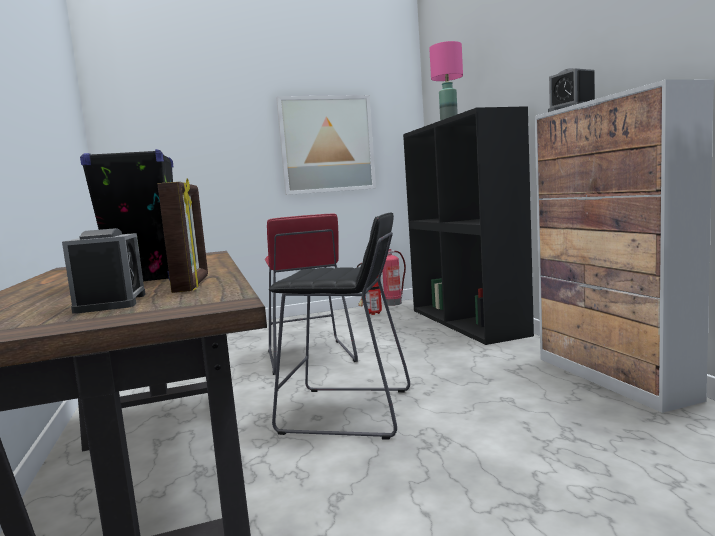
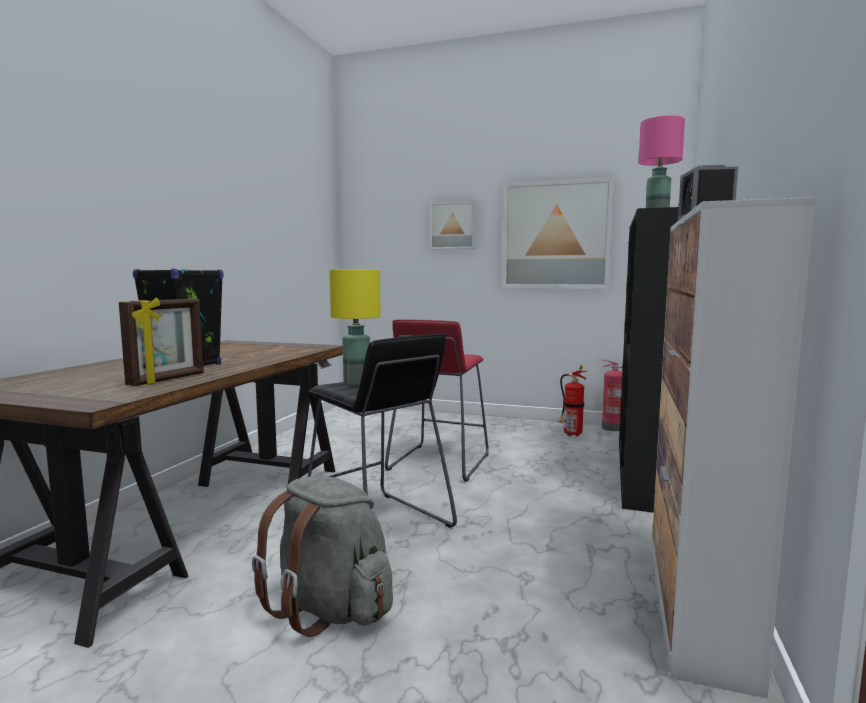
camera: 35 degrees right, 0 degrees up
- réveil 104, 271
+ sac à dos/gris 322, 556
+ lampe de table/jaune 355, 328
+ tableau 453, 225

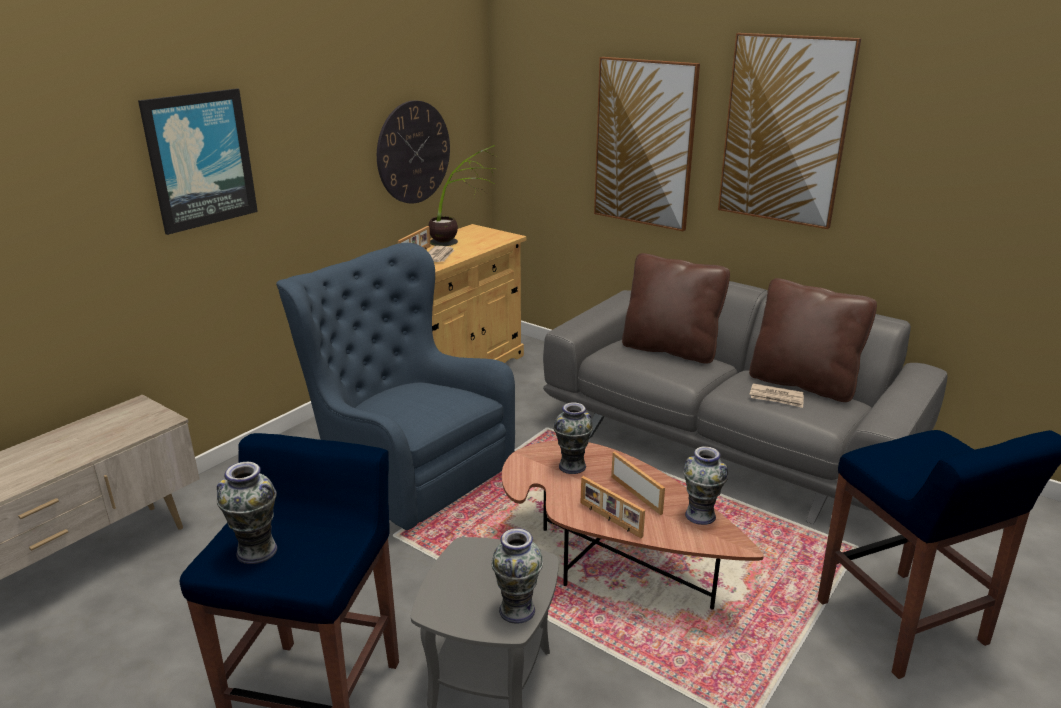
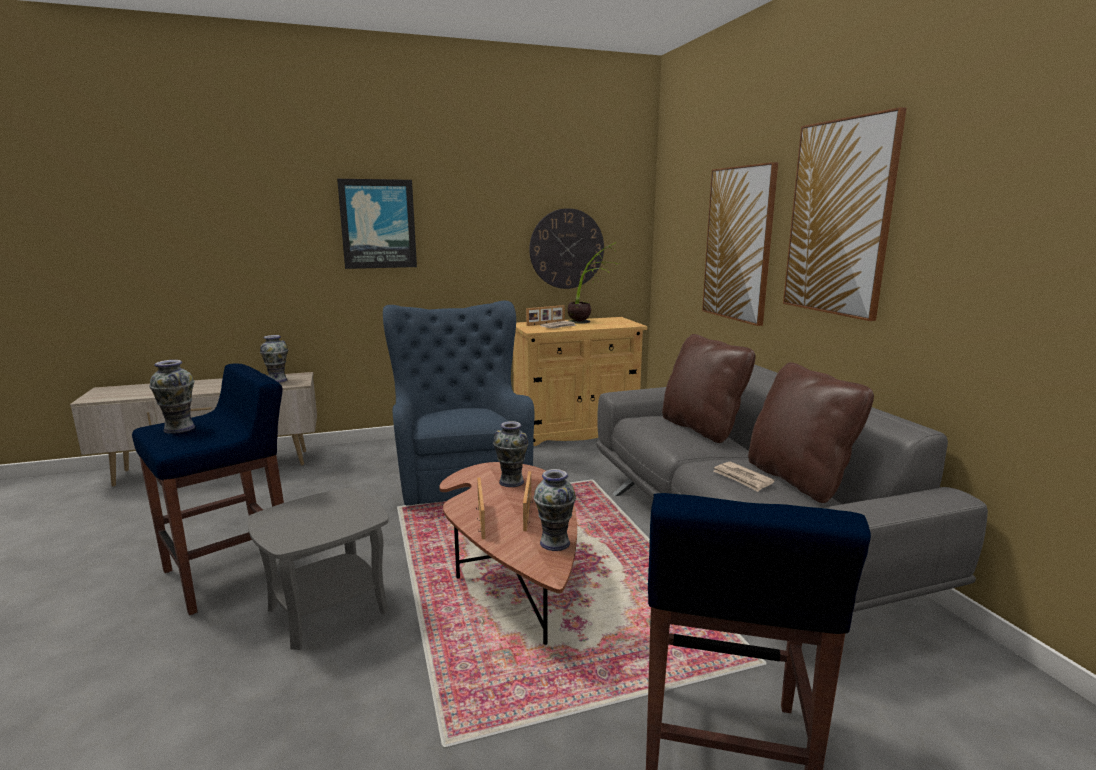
camera: 35 degrees right, 10 degrees down
~ vase 517, 576 to 274, 359

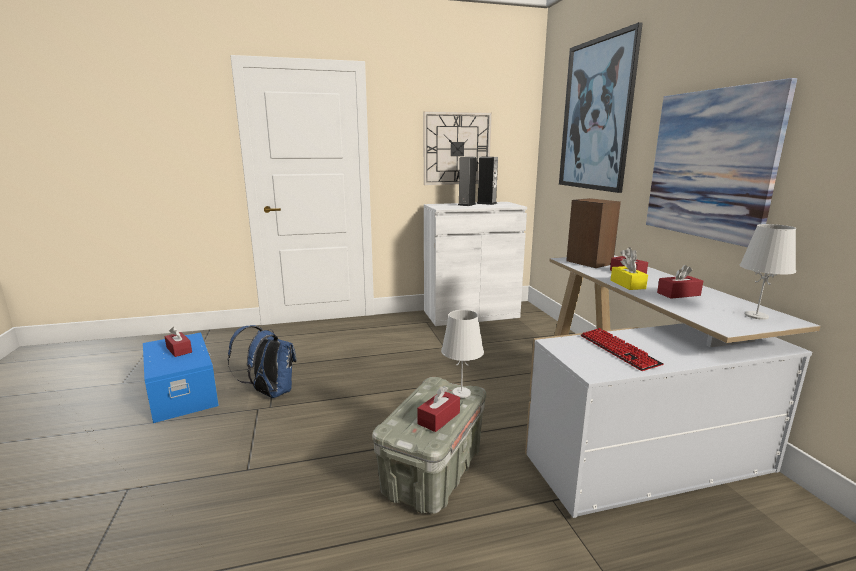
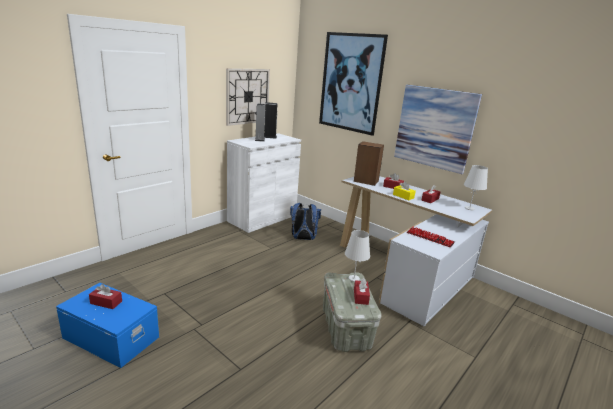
camera: 35 degrees left, 5 degrees up
~ sac à dos/bleu 262, 361 to 305, 221

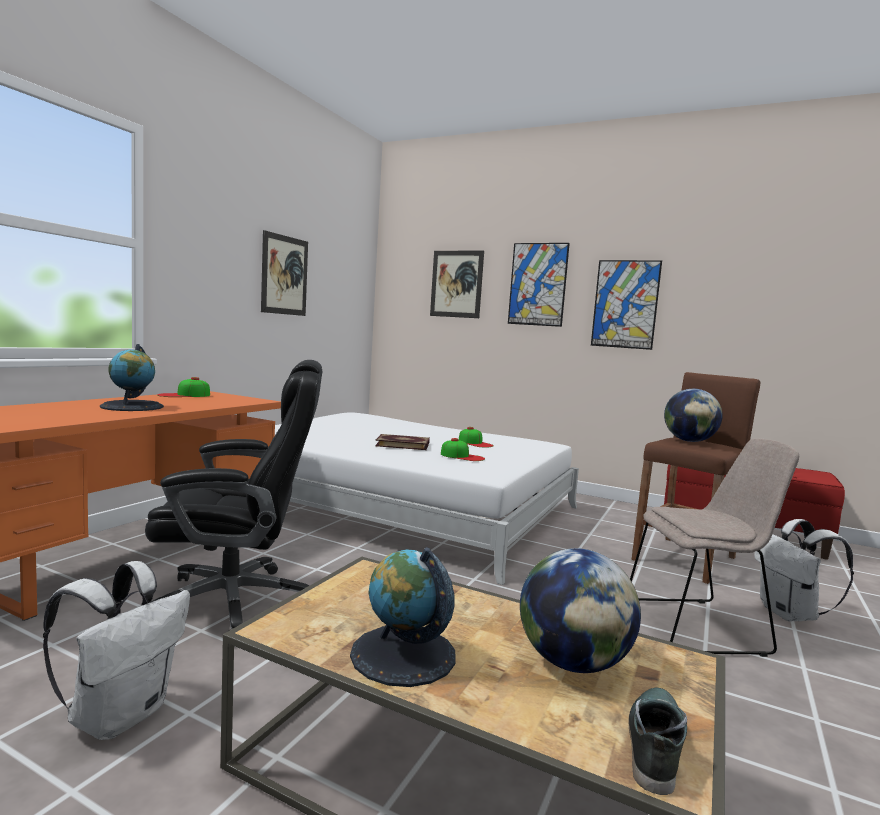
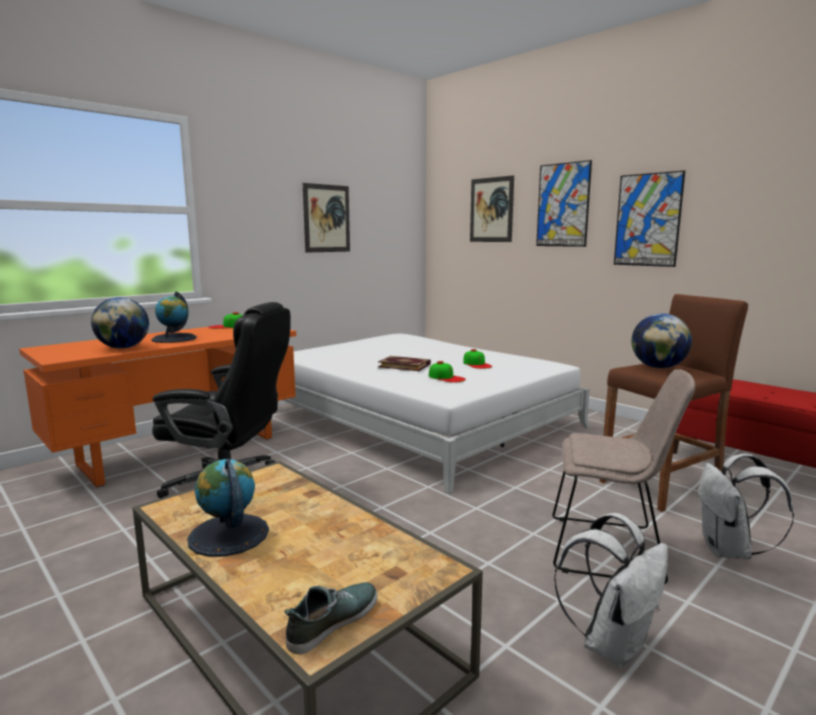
camera: 20 degrees right, 5 degrees up
~ sac à dos/blanc 116, 650 to 611, 590
~ globe 580, 610 to 120, 323

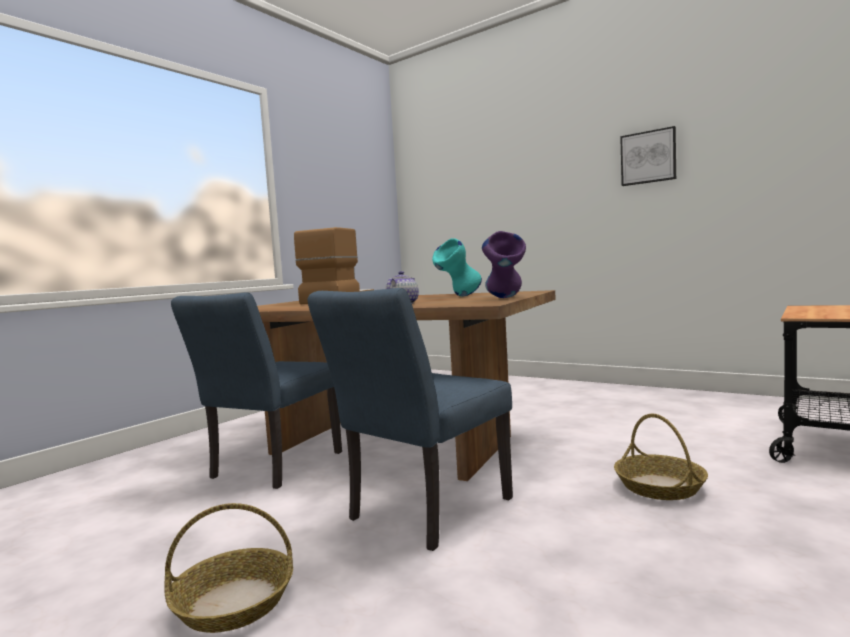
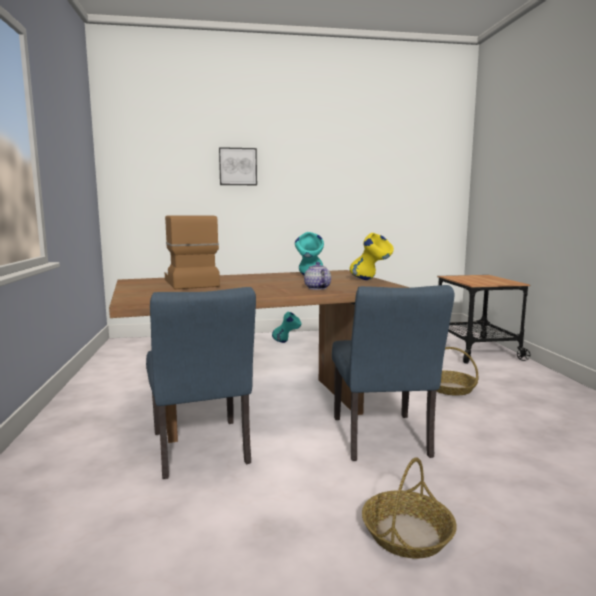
camera: 45 degrees left, 5 degrees up
~ vase/violet 504, 264 to vase/jaune 372, 256
~ tableau 648, 156 to 238, 166
+ vase/turquoise 287, 327

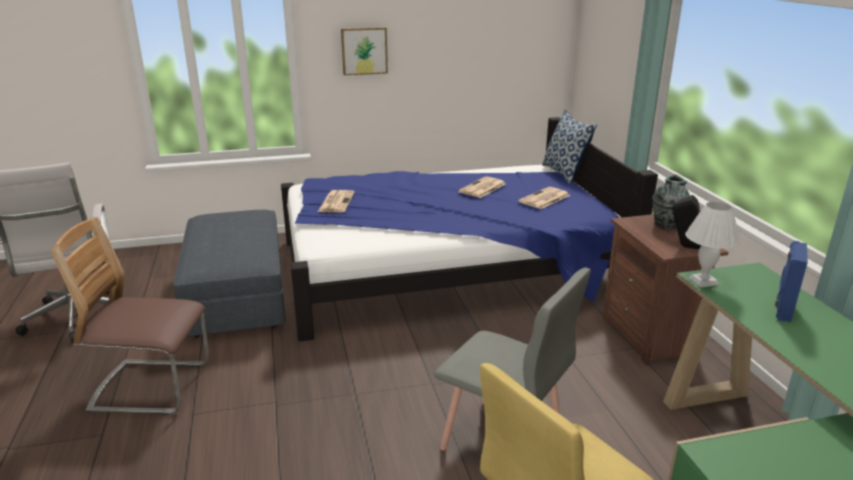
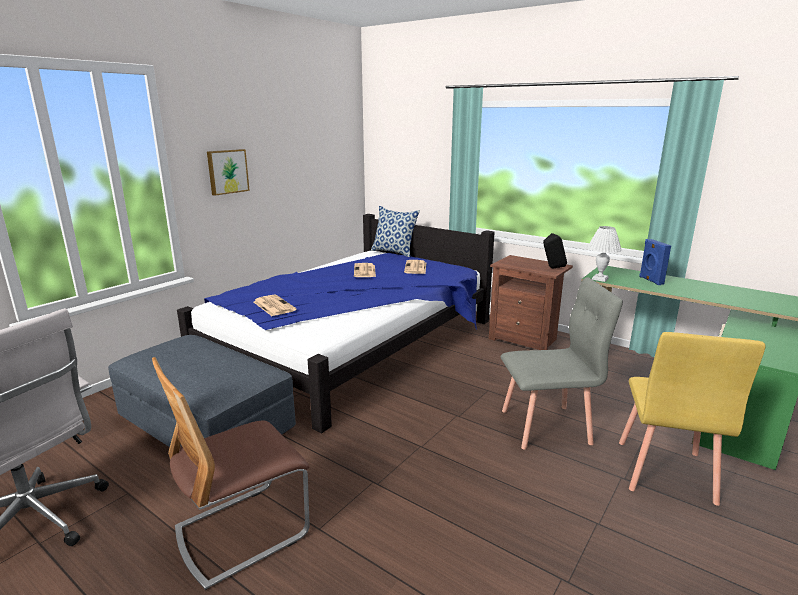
camera: 40 degrees left, 5 degrees down
- vase 671, 201

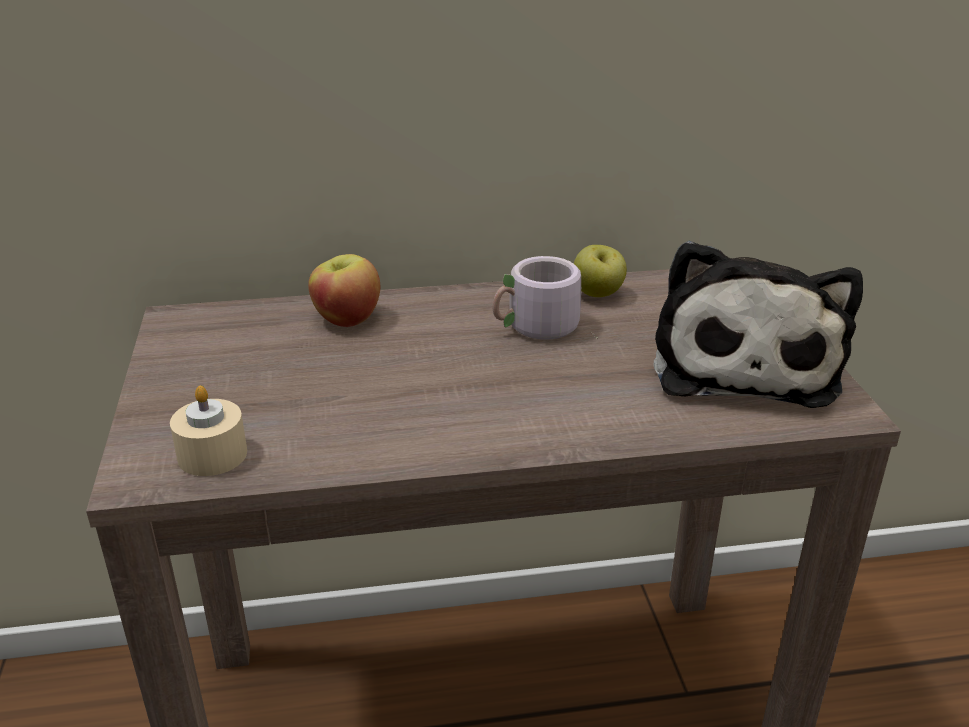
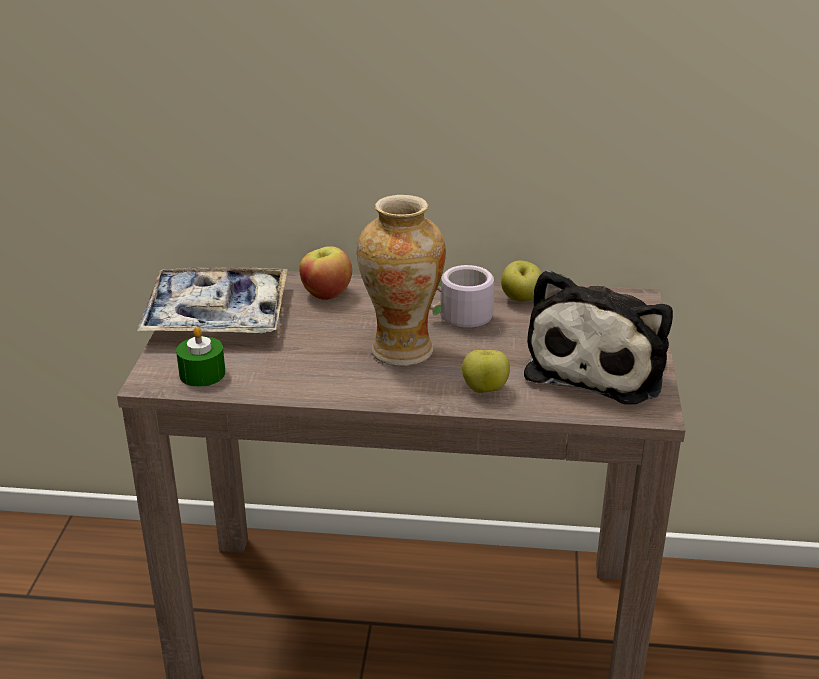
camera: 15 degrees right, 0 degrees up
~ bougie/beige 208, 431 to bougie/vert 200, 357
+ plateau 212, 300
+ vase 401, 280
+ pomme 486, 371

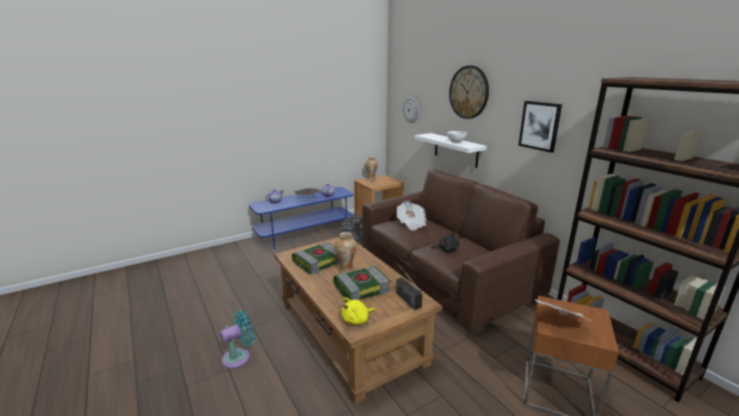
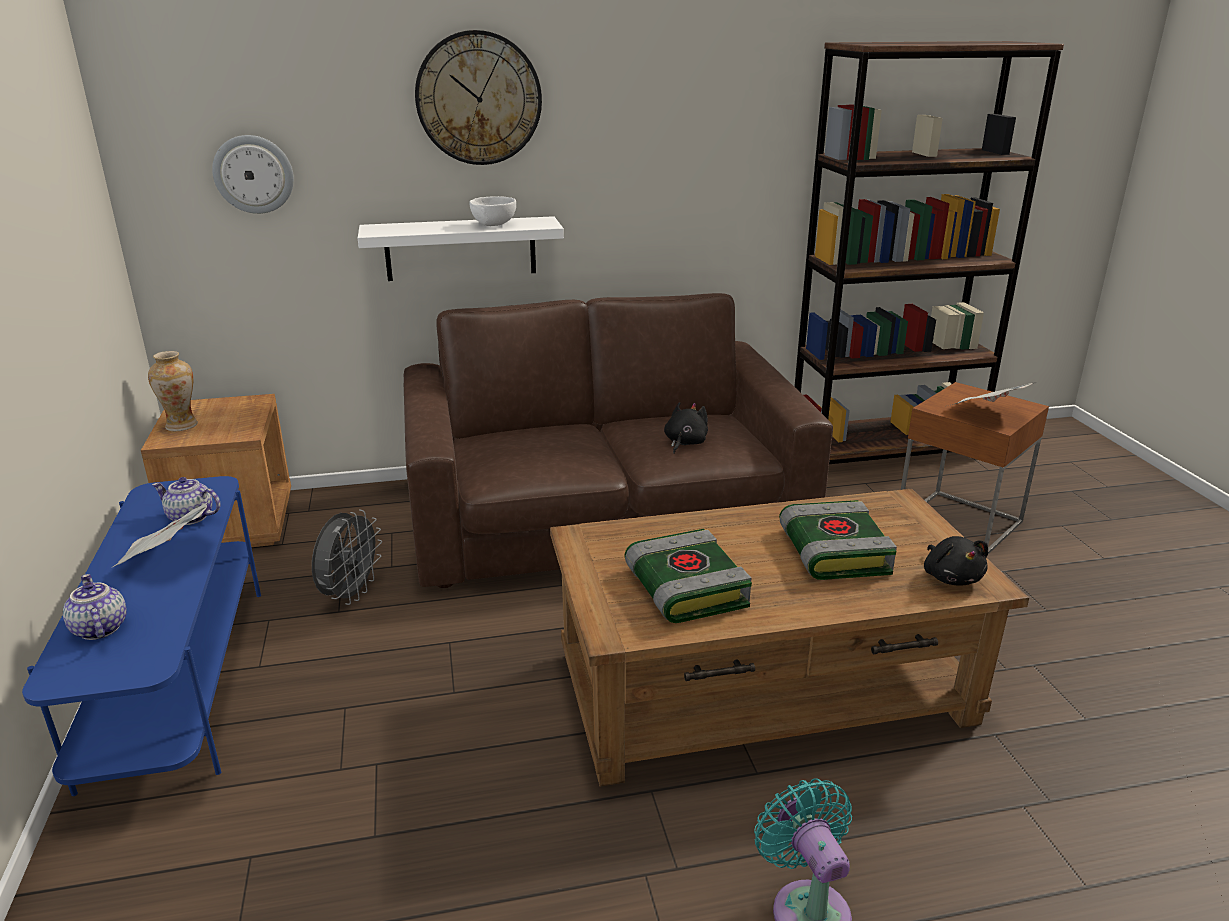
camera: 70 degrees left, 5 degrees up
- vase 346, 253
~ peluche/jaune 358, 311 to peluche/noir 956, 561
- radio 407, 284
- journal 411, 216
- tableau 540, 127

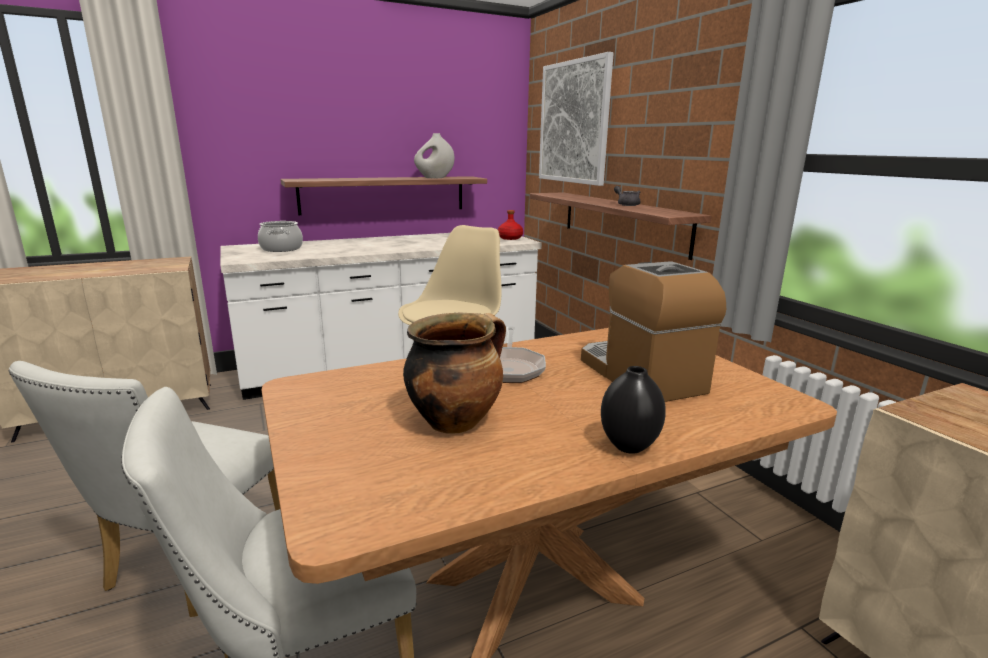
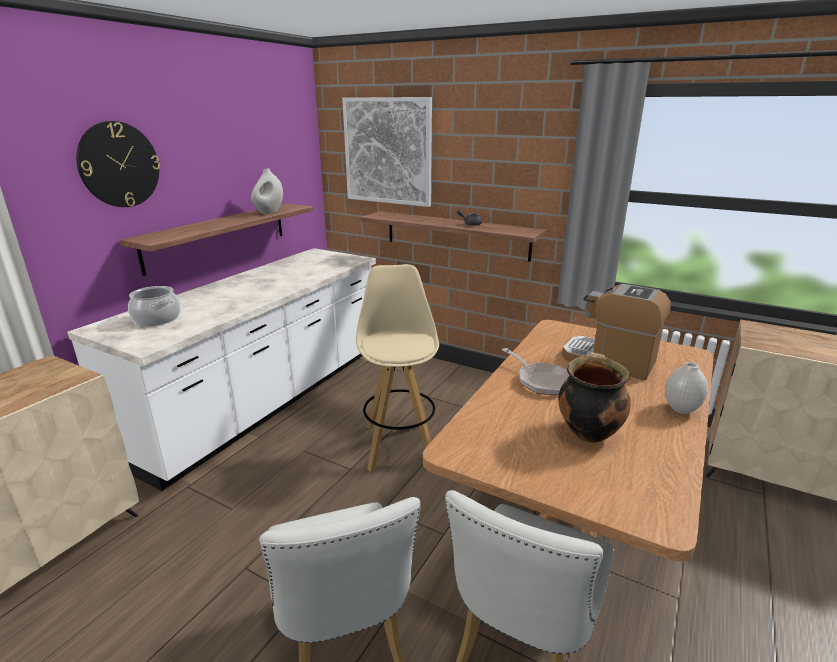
camera: 35 degrees left, 5 degrees up
- bouteille/rouge 510, 225
~ vase/noir 633, 410 to vase/blanc 686, 388
+ horloge murale 118, 164

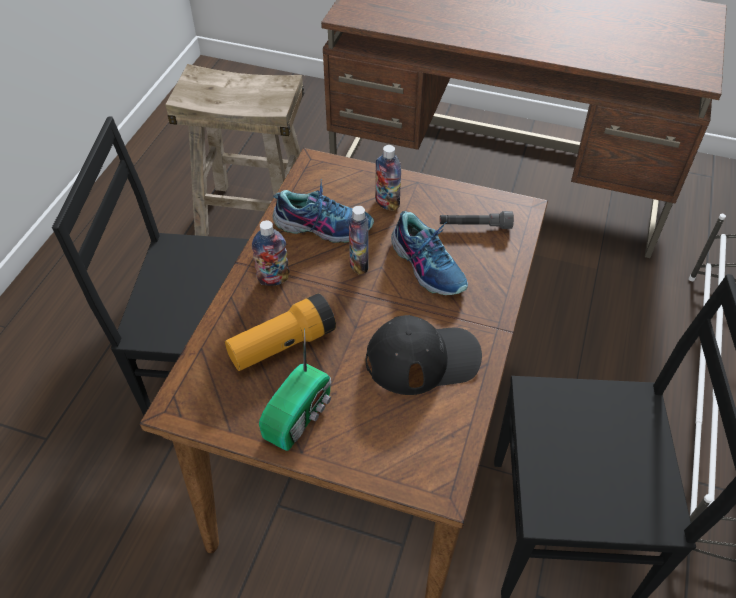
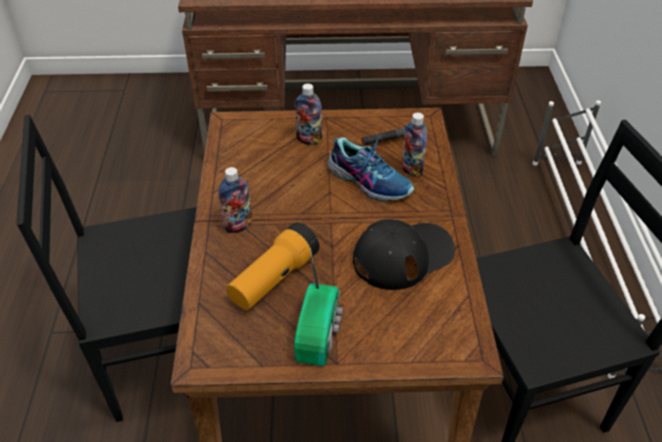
camera: 20 degrees left, 5 degrees down
- tabouret/beige 234, 150
- chaussure 323, 211
~ bouteille 359, 240 to 414, 145

